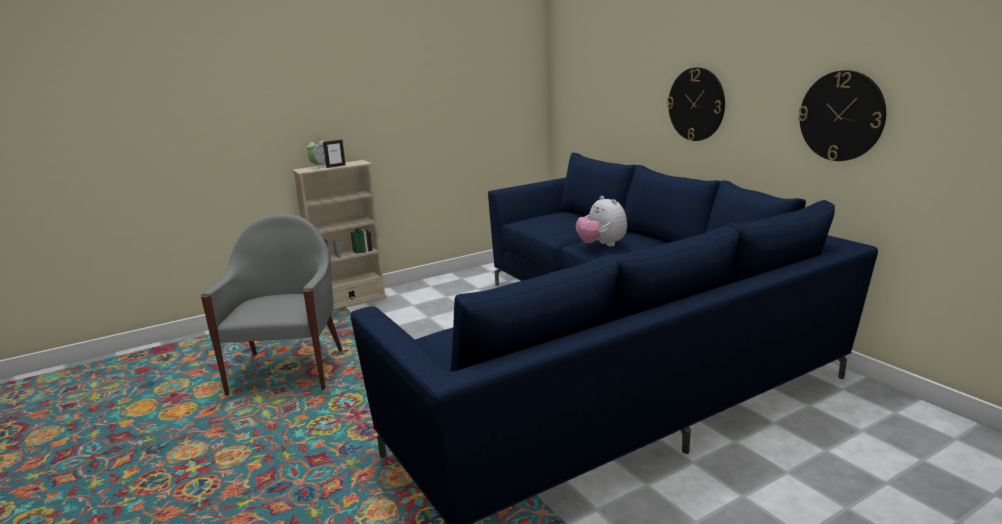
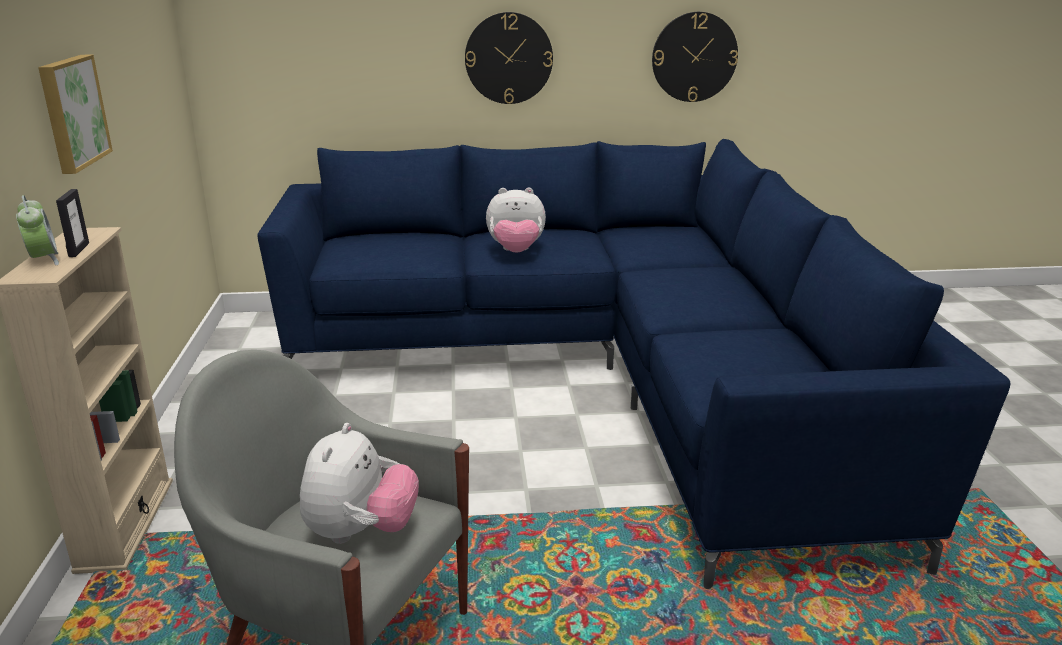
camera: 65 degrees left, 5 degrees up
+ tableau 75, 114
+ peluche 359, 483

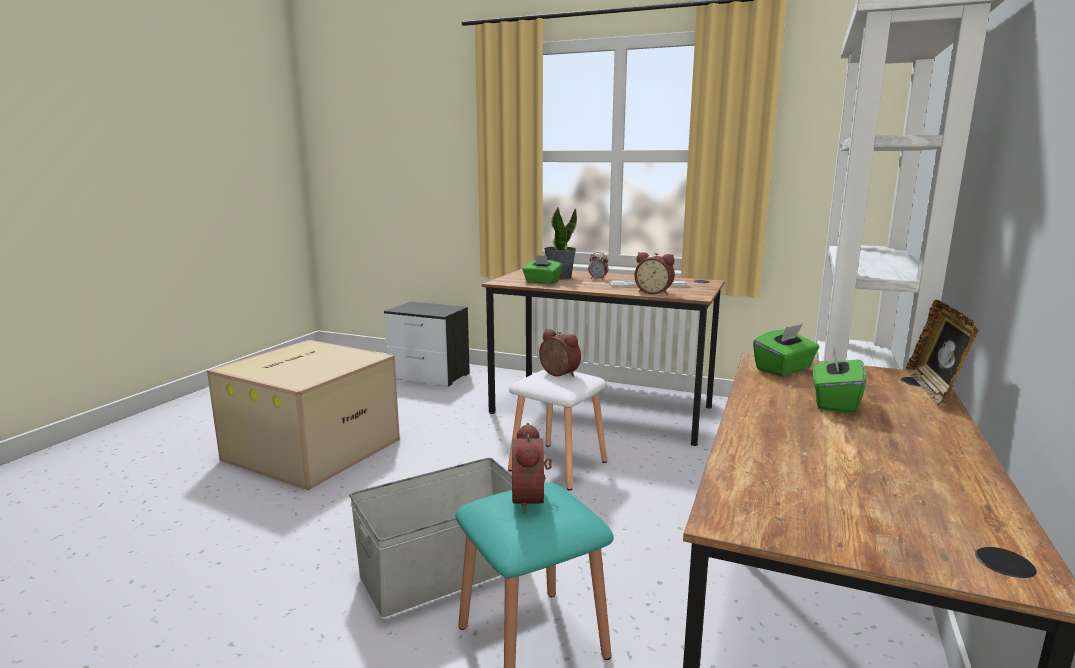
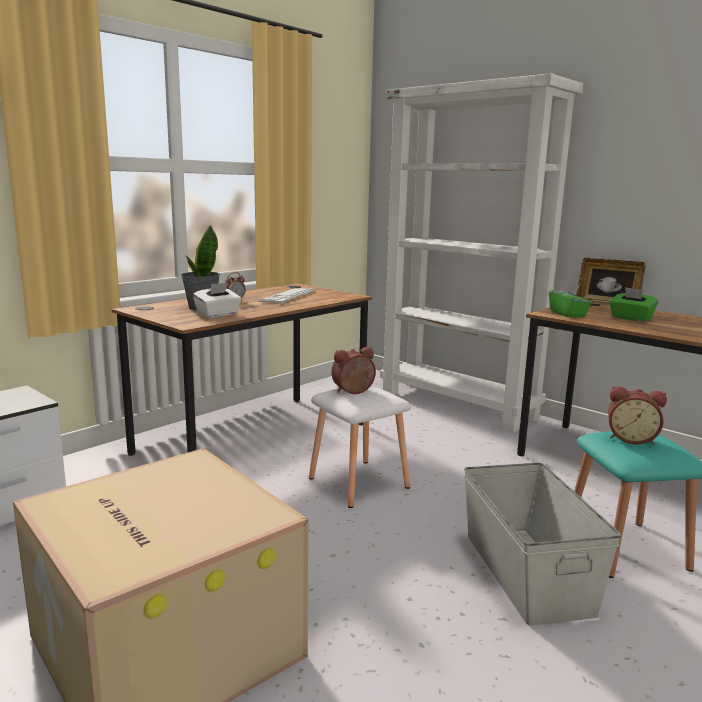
camera: 70 degrees left, 0 degrees up
~ boîte à mouchoirs/vert 542, 269 to boîte à mouchoirs/blanc 217, 300
- réveil 654, 273

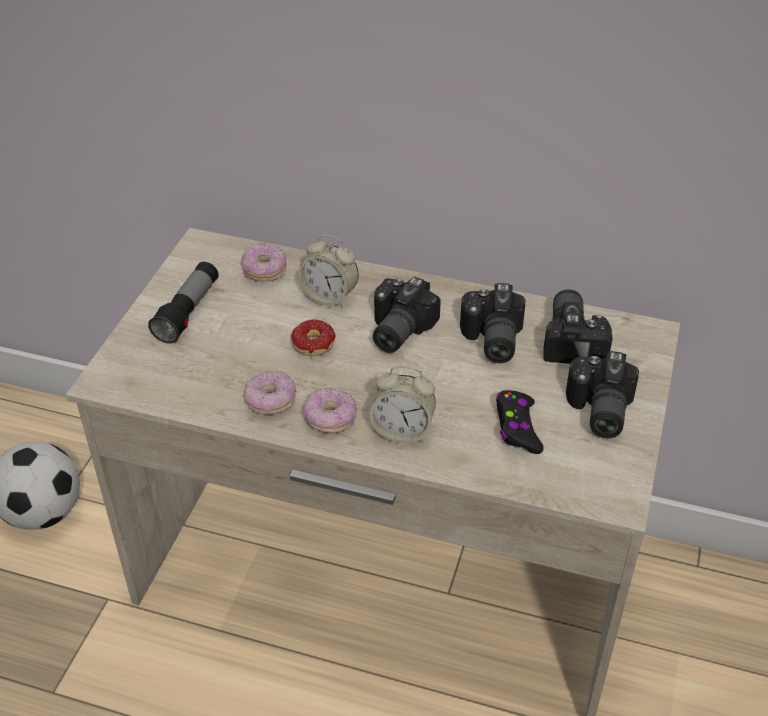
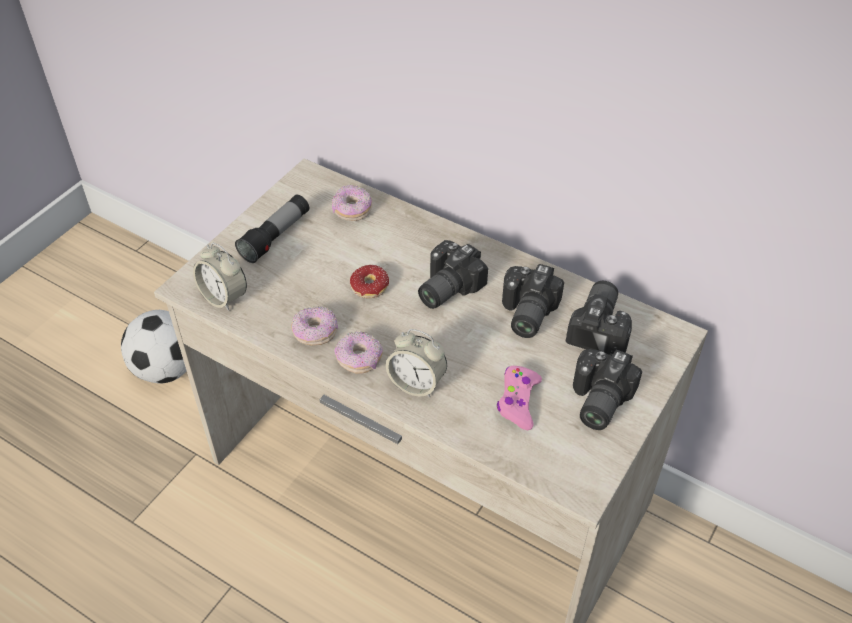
camera: 15 degrees right, 5 degrees up
~ réveil 328, 271 to 220, 277
~ manette/noir 520, 422 to manette/rose 519, 398

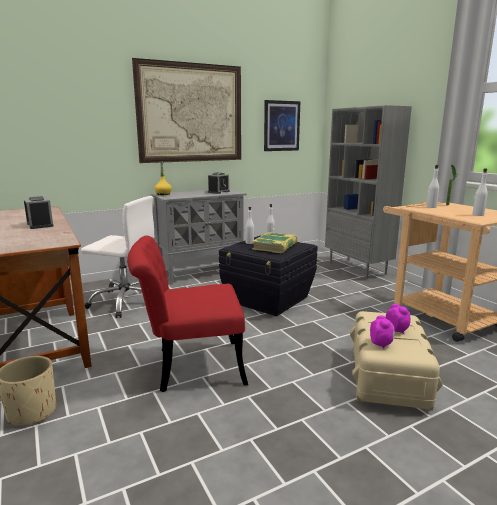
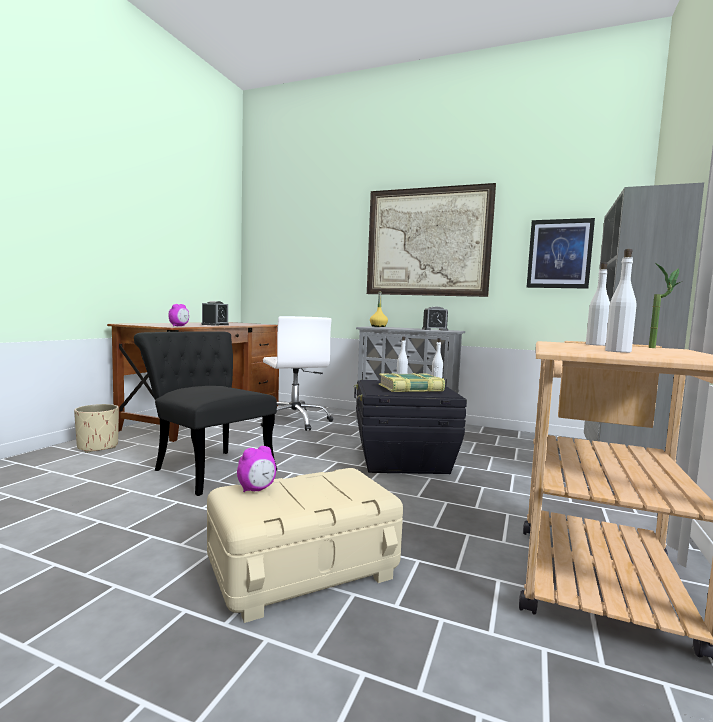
camera: 50 degrees right, 10 degrees down
~ chaise/rouge 187, 314 to chaise/noir 205, 413
~ réveil 398, 318 to 178, 315

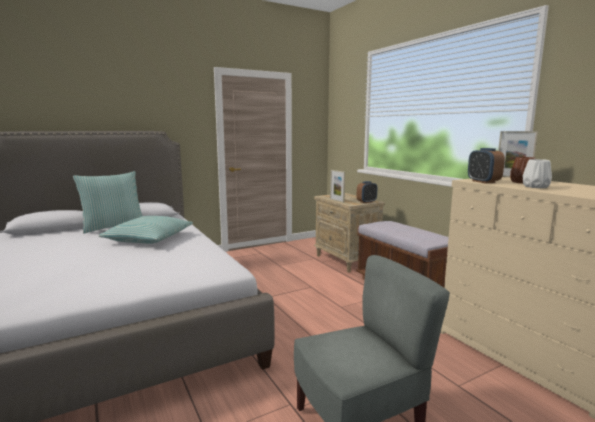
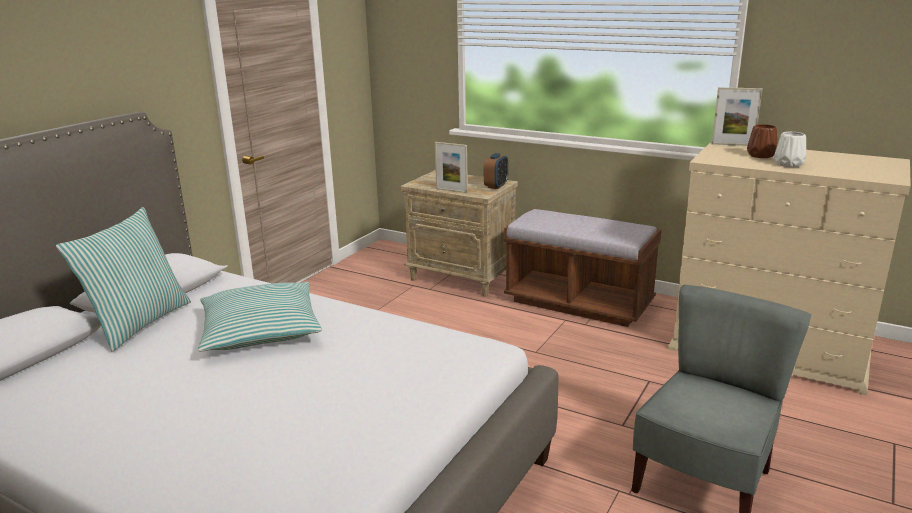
camera: 30 degrees left, 10 degrees up
- réveil 486, 165

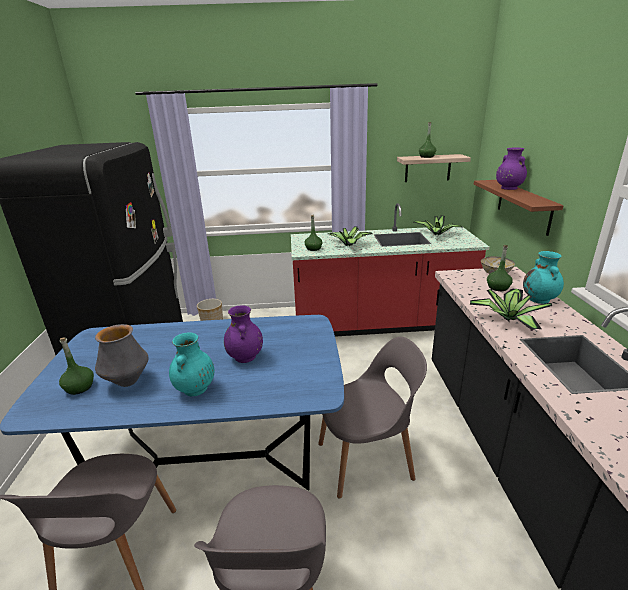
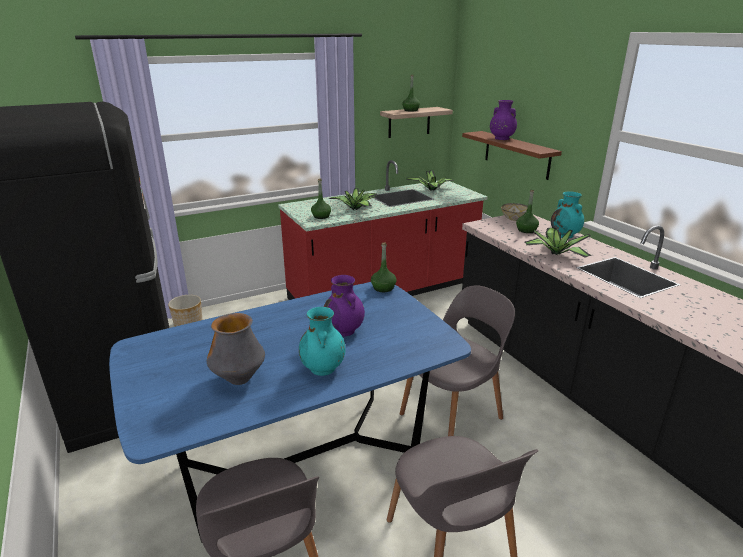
camera: 25 degrees left, 0 degrees up
~ bouteille/vert 76, 366 to 384, 267

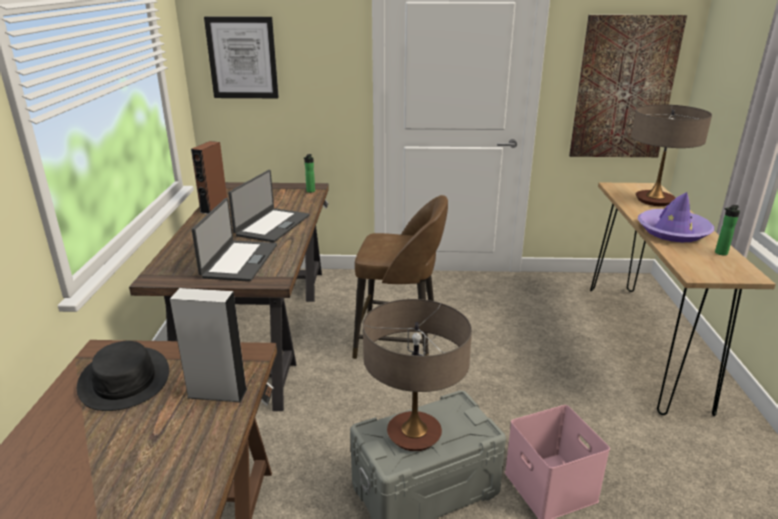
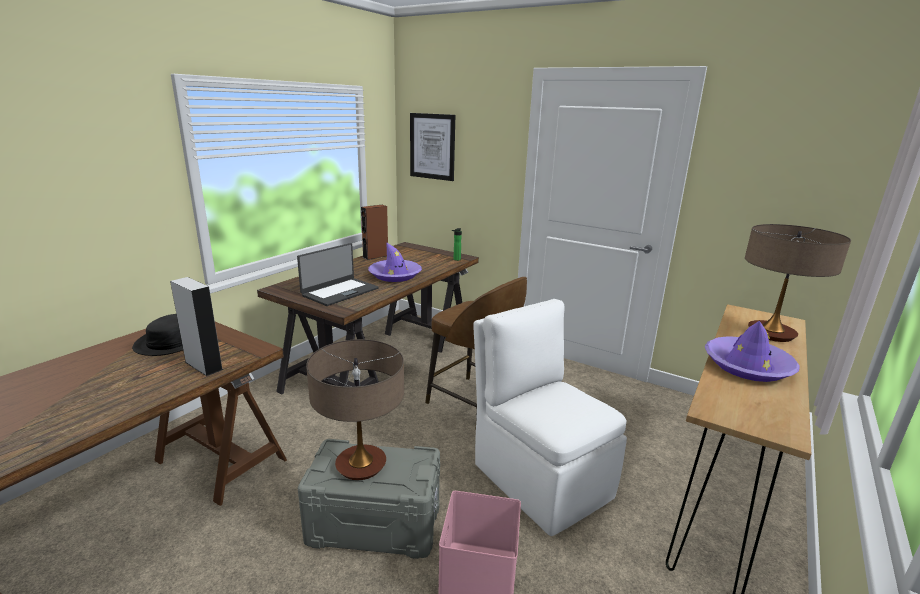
camera: 30 degrees right, 5 degrees down
~ ordinateur portable 269, 206 to chapeau/violet 395, 262
- tableau 628, 86
- bouteille 727, 230
+ chaise/blanc 550, 417

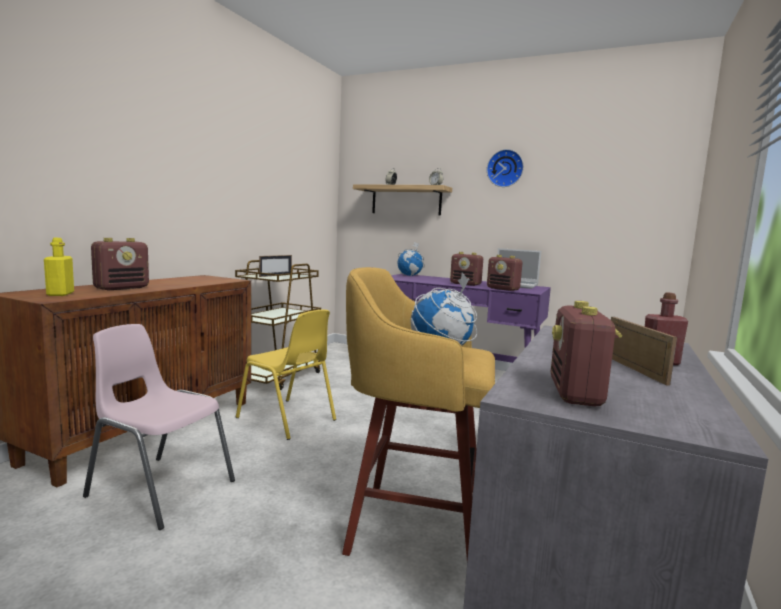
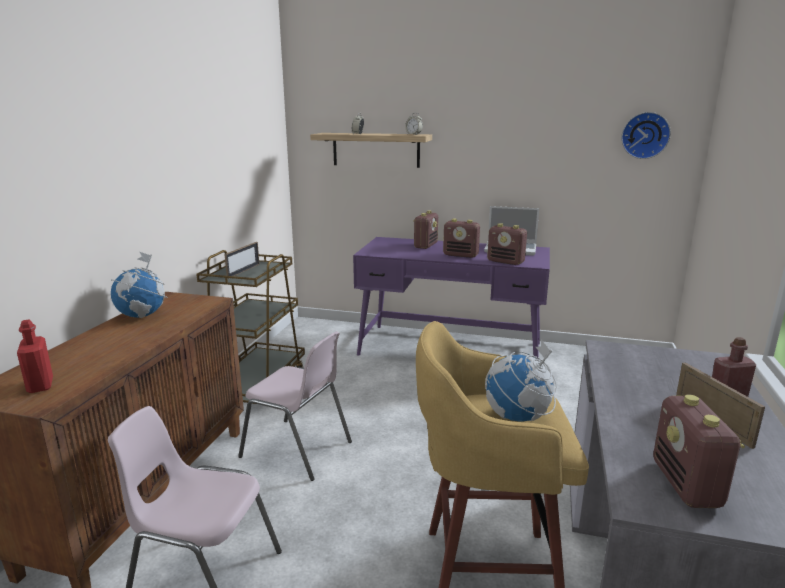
camera: 10 degrees left, 10 degrees up
~ bouteille/jaune 59, 267 to bouteille/rouge 35, 356
~ radio 120, 264 to 425, 230
~ chaise/jaune 286, 375 to chaise/rose 295, 406
~ globe 411, 259 to 139, 285
~ horloge murale 505, 168 to 646, 135

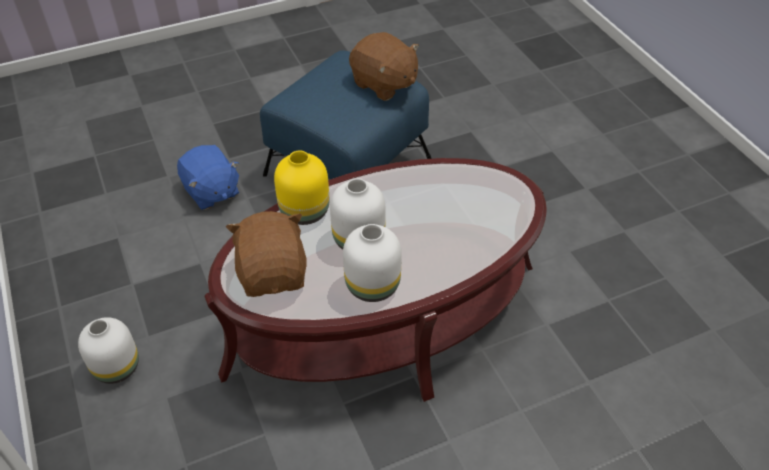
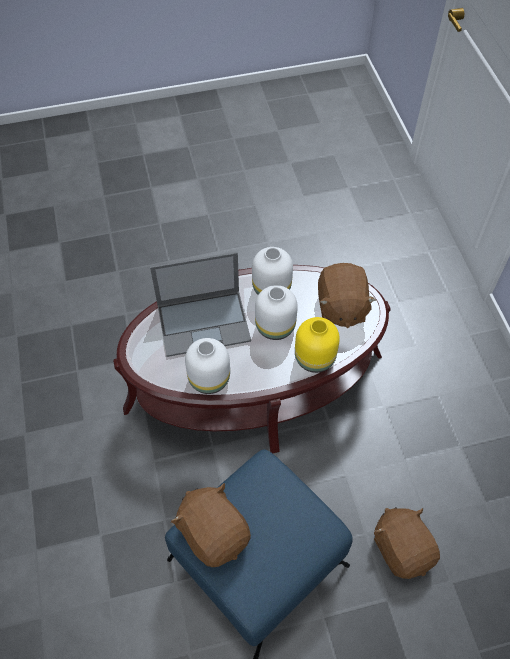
camera: 170 degrees left, 10 degrees up
~ vase/blanc 108, 350 to 207, 366
~ peluche/bleu 208, 177 to peluche/marron 407, 543
+ ordinateur portable 200, 304

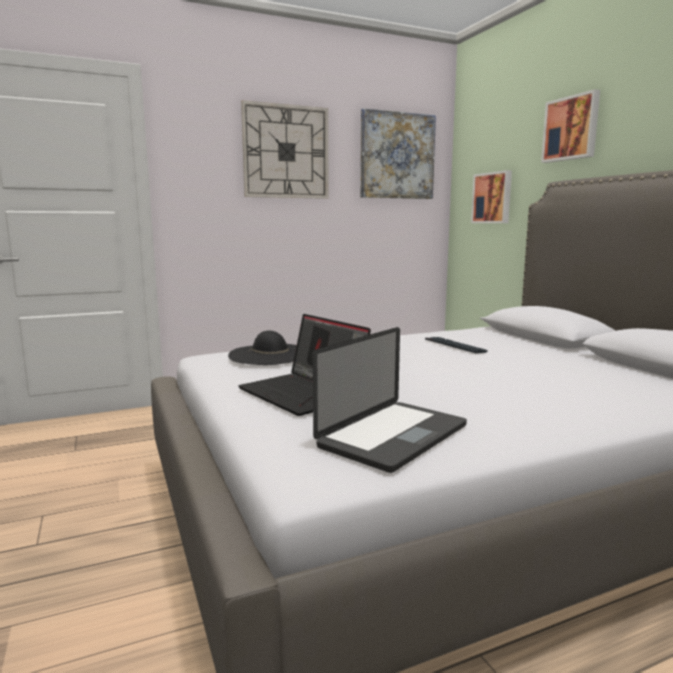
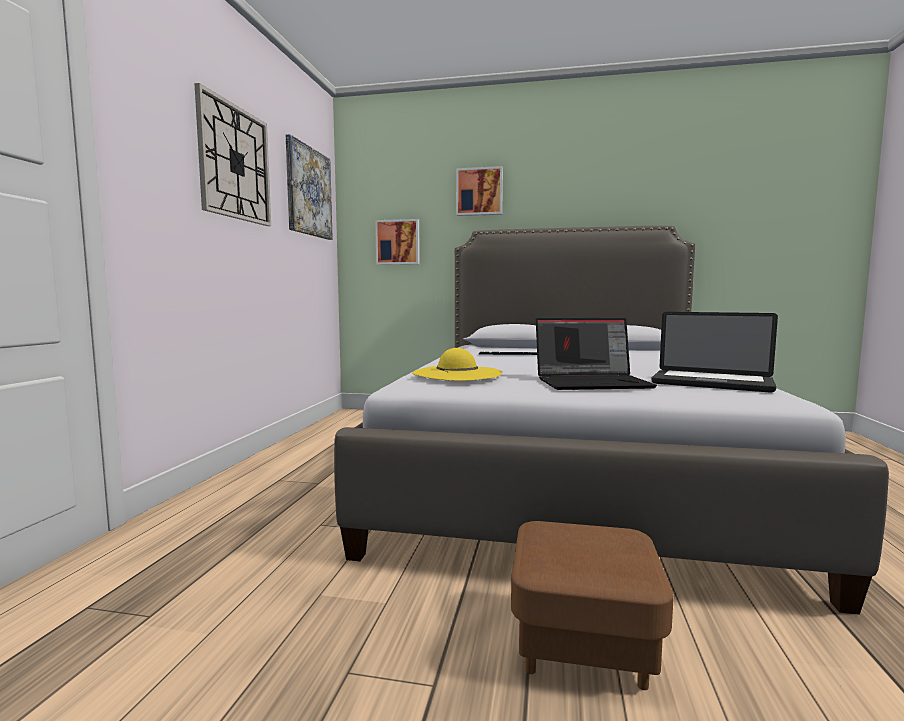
camera: 55 degrees left, 5 degrees down
~ chapeau/noir 262, 347 to chapeau/jaune 457, 364
~ ordinateur portable 390, 400 = 715, 352 135 degrees clockwise
+ pouf/marron 592, 605

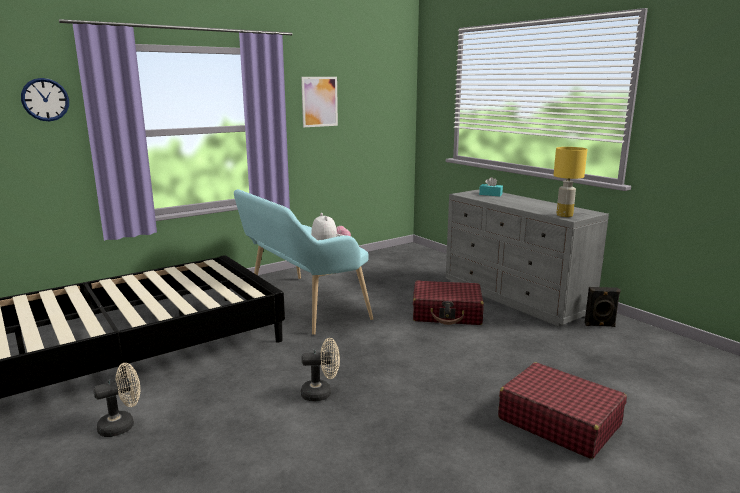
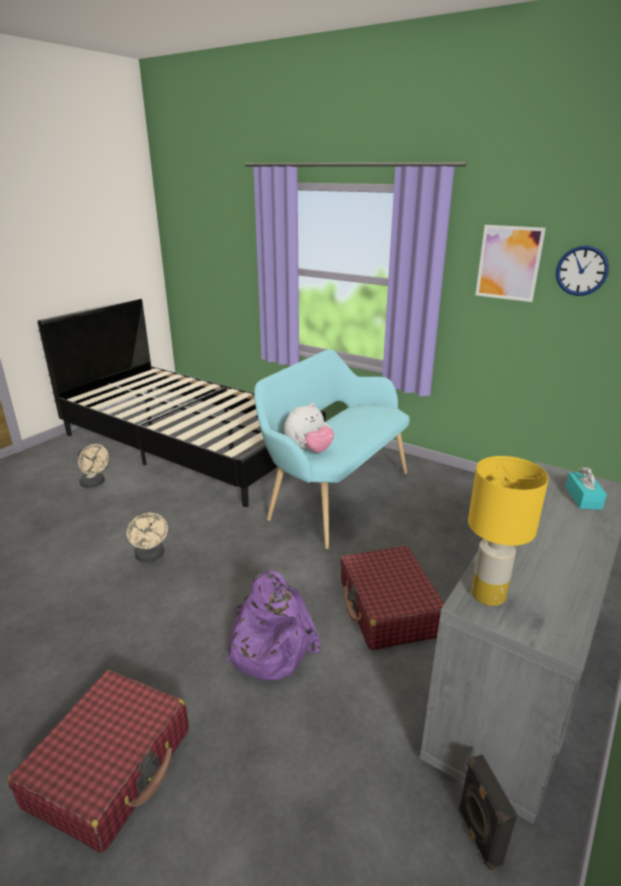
camera: 70 degrees right, 10 degrees up
~ horloge murale 45, 99 to 582, 270
+ sac à dos/violet 273, 626

